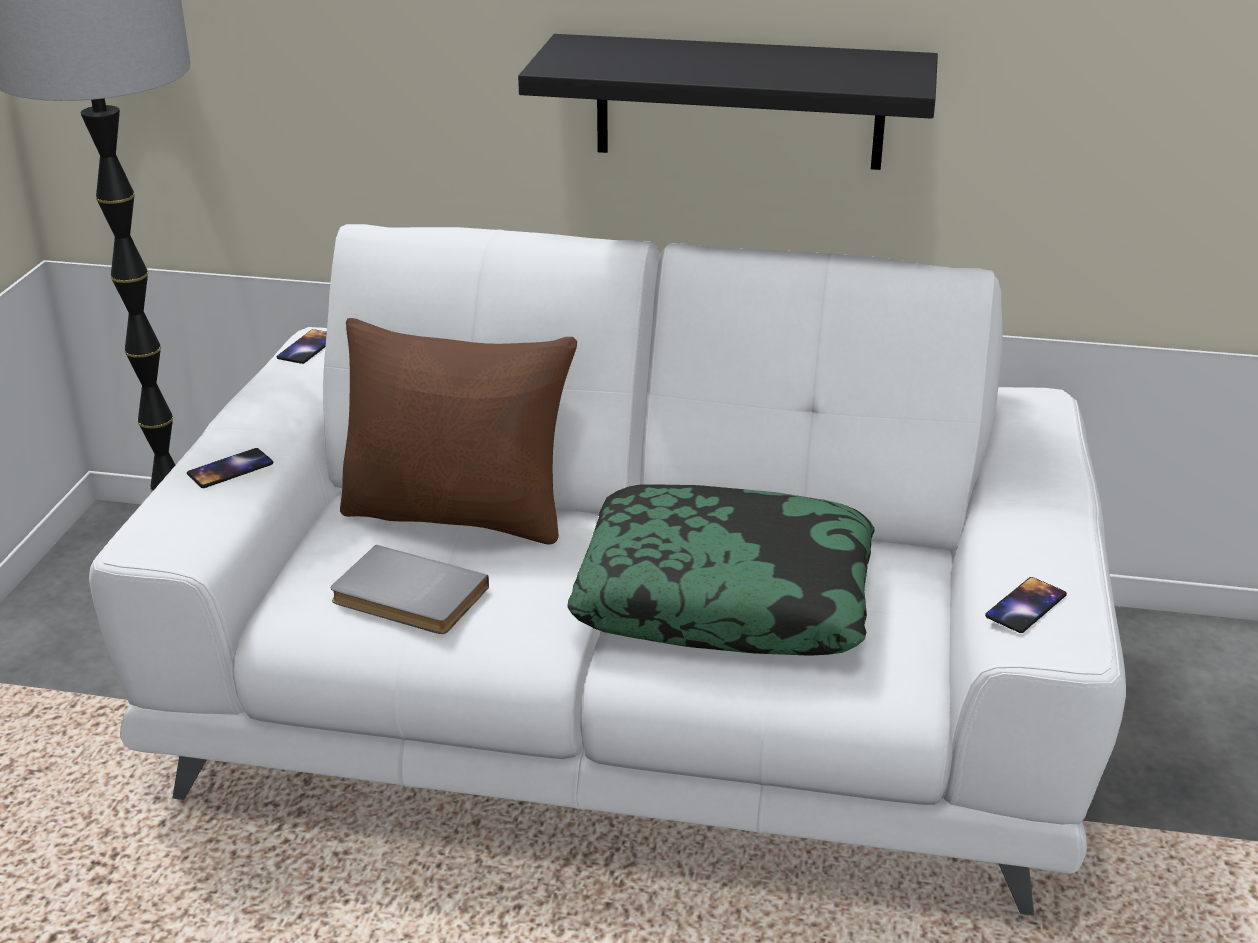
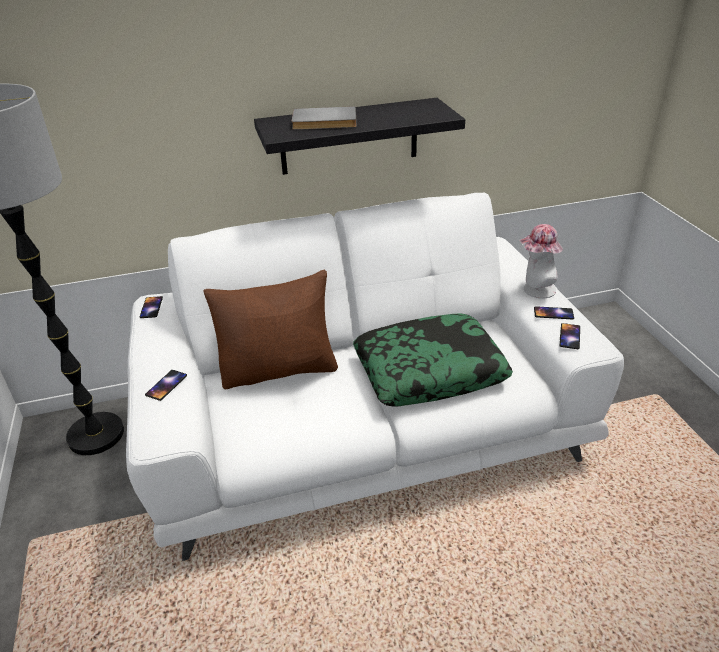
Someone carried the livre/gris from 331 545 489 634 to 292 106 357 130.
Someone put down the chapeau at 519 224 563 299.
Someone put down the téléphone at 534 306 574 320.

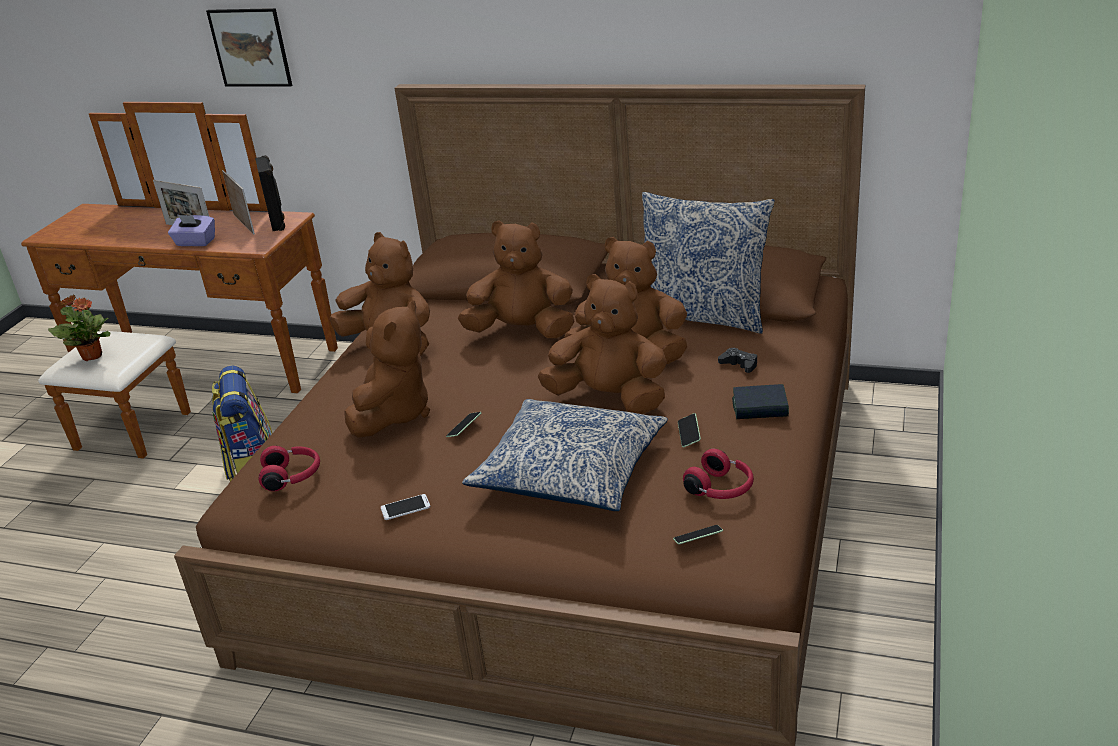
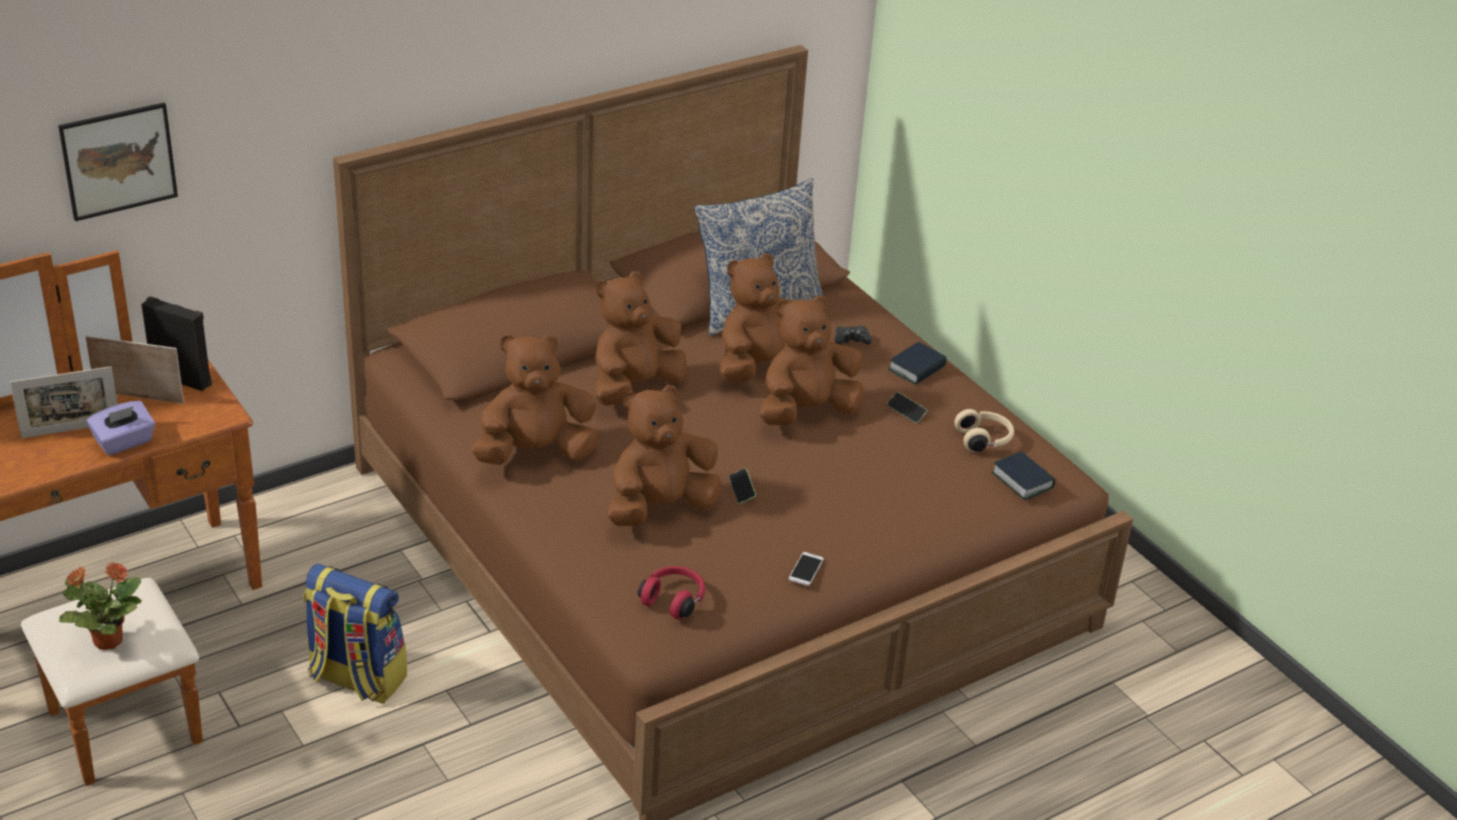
Someone rotated the peluche/marron at 344 300 430 438 by 90 degrees counterclockwise.
Someone took away the coussin at 462 399 668 511.
Someone repainted the casque audio/rouge at 683 449 754 499, which became the casque audio/beige at 954 409 1014 452.
Someone swapped the téléphone at 673 525 723 544 for the livre at 992 451 1055 500.

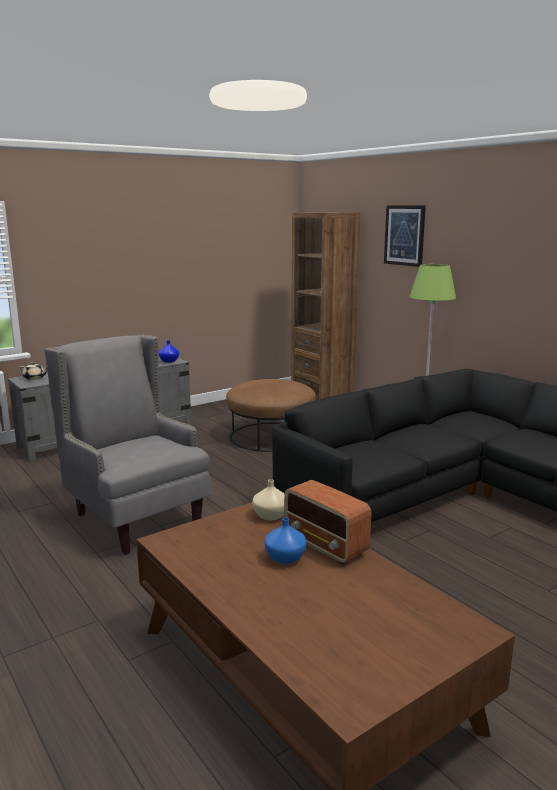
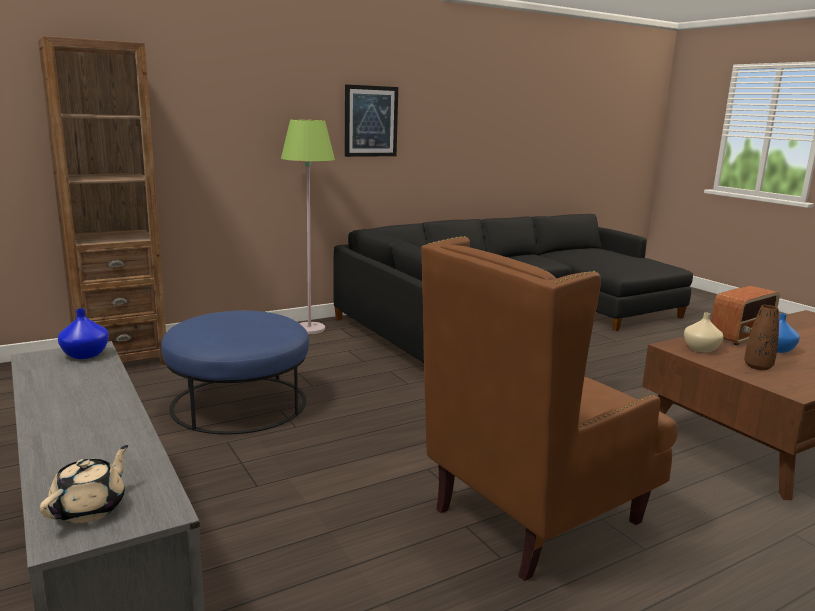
Someone carried the tableau from 384 205 426 267 to 345 84 398 157.
Someone repainted the fauteuil/gris at 44 334 211 555, which became the fauteuil/marron at 421 236 678 581.
Someone repainted the pouf/marron at 226 379 316 452, which became the pouf/bleu at 161 310 309 434.
Someone put down the vase/marron at 744 305 779 370.

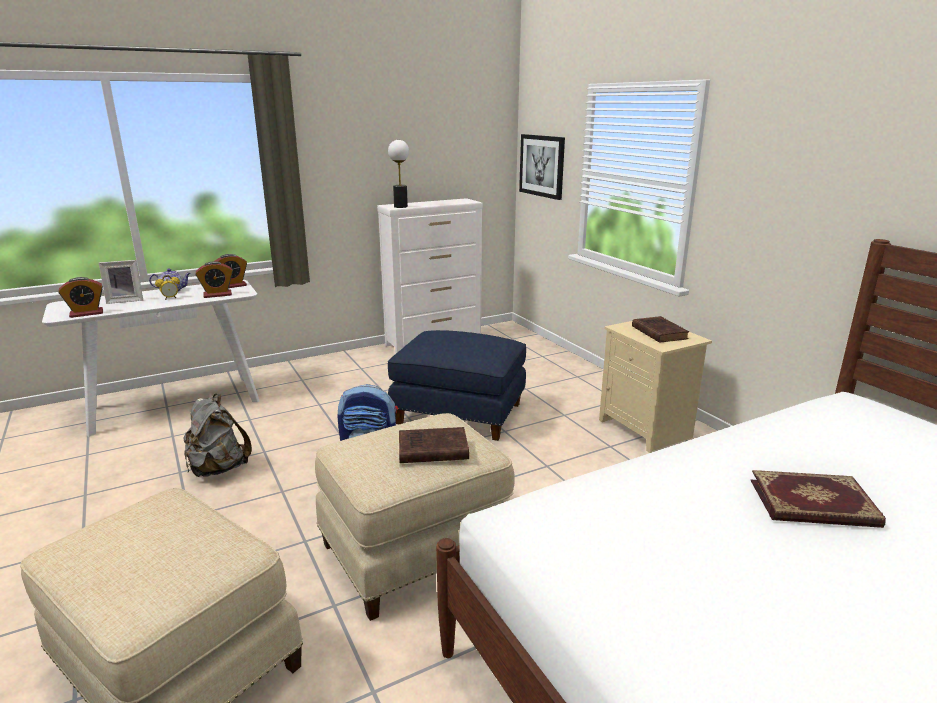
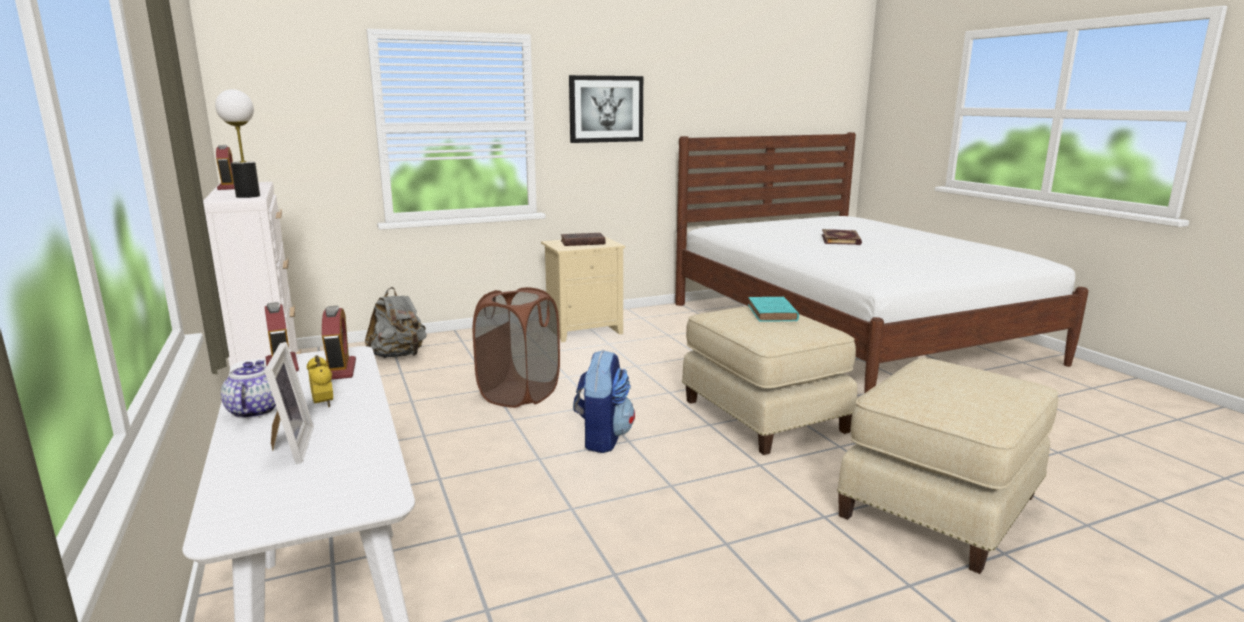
Someone carried the tableau from 519 134 565 200 to 569 75 643 143.
Someone carried the réveil from 58 277 103 318 to 216 145 235 190.
Someone swapped the pouf/bleu at 388 330 526 441 for the panier à linge/marron at 473 287 560 408.
Someone carried the sac à dos/gris from 183 394 252 477 to 365 287 427 358.
Someone repainted the livre/marron at 399 427 469 463, which became the livre/turquoise at 748 297 799 322.

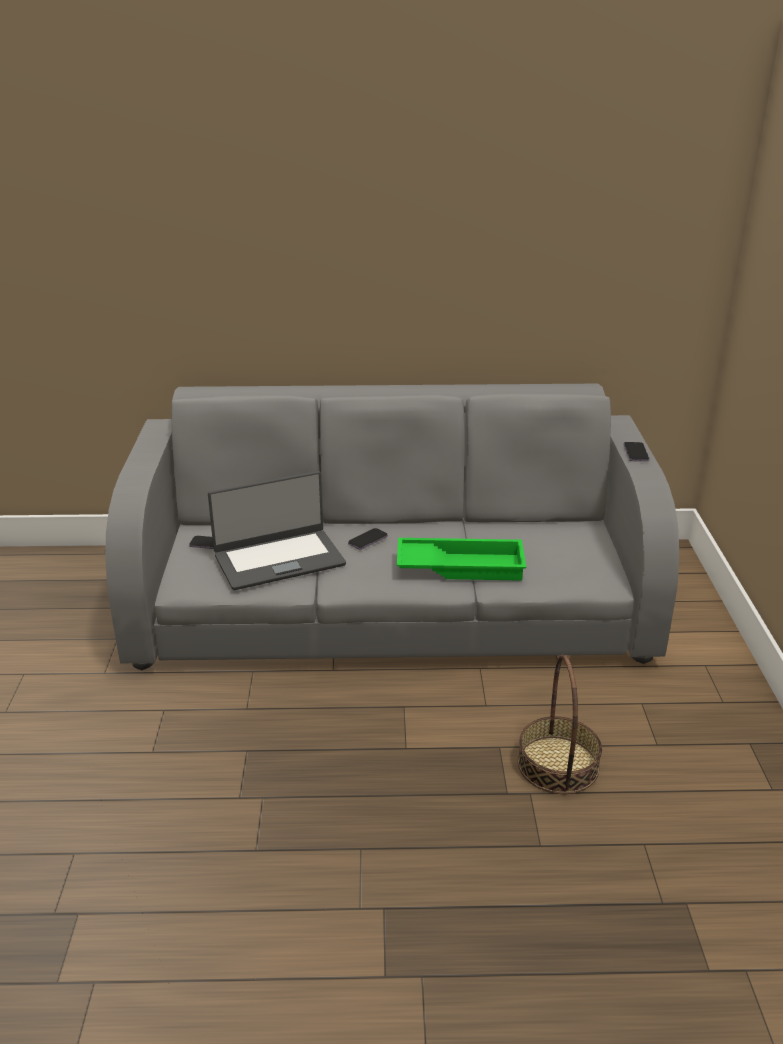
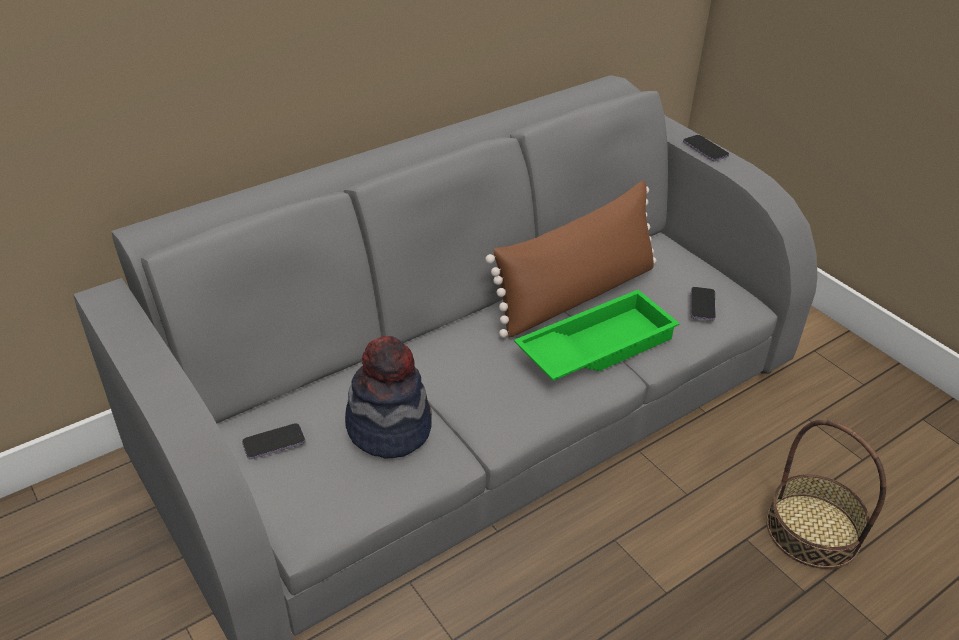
Someone swapped the ordinateur portable at 208 471 346 590 for the chapeau at 345 336 432 459.
Someone carried the téléphone from 348 528 388 550 to 691 287 715 321.
Someone put down the coussin/marron at 485 181 657 338.

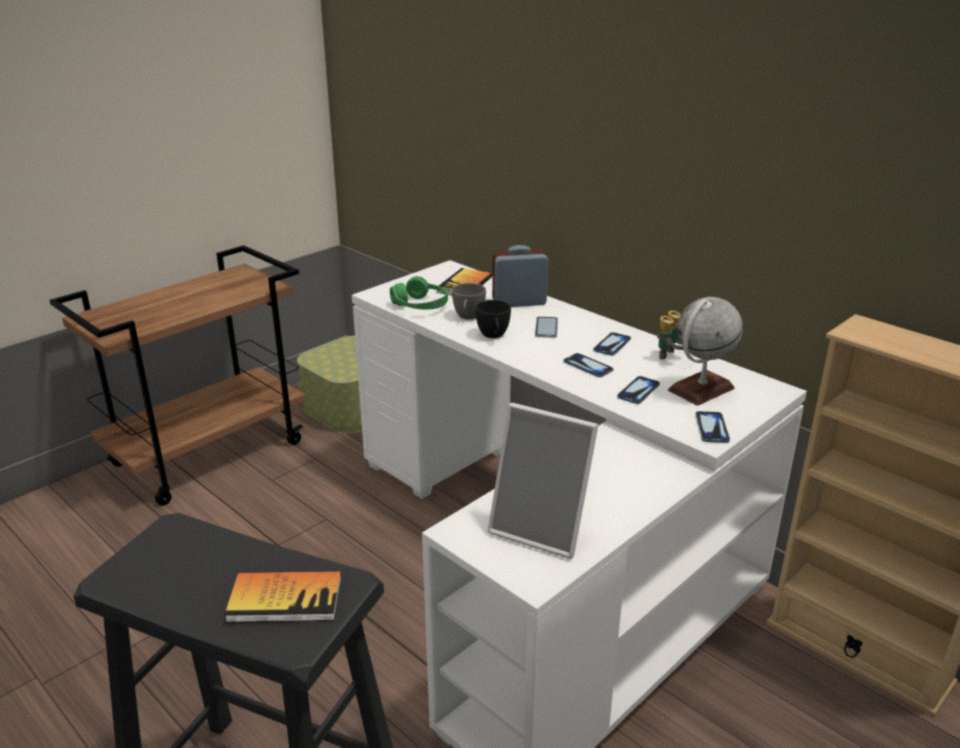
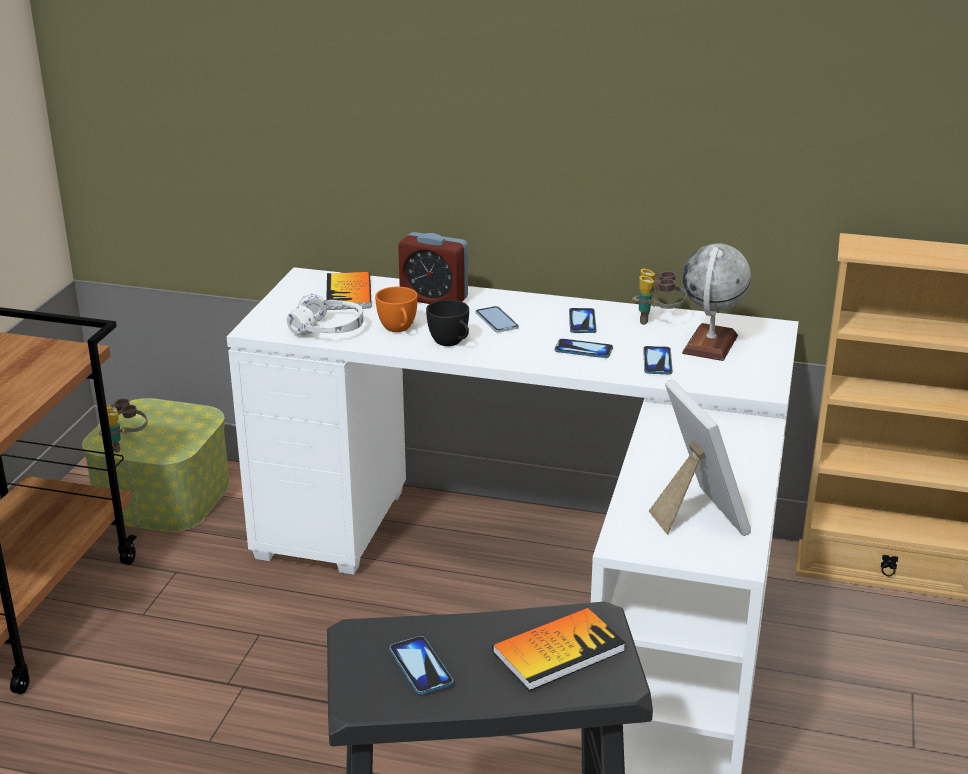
Someone rotated the réveil at 492 245 548 307 by 120 degrees counterclockwise.
Someone repainted the casque audio/vert at 390 276 448 309, which became the casque audio/blanc at 287 294 364 335.
Someone repainted the tasse/gris at 452 283 486 320, which became the tasse/orange at 375 287 418 332.
Someone rotated the cadre photo at 488 403 598 559 by 105 degrees counterclockwise.
Someone carried the téléphone from 695 411 730 443 to 389 636 453 695.
Someone put down the jumelles at 99 398 147 452.

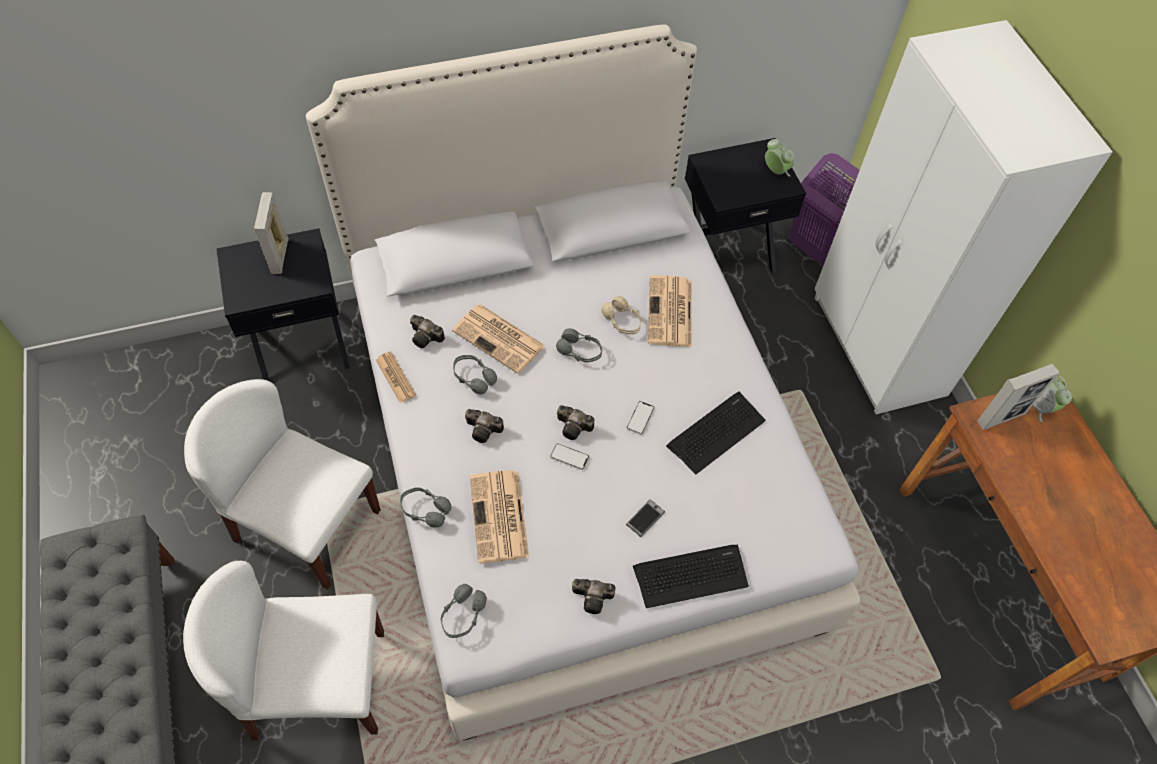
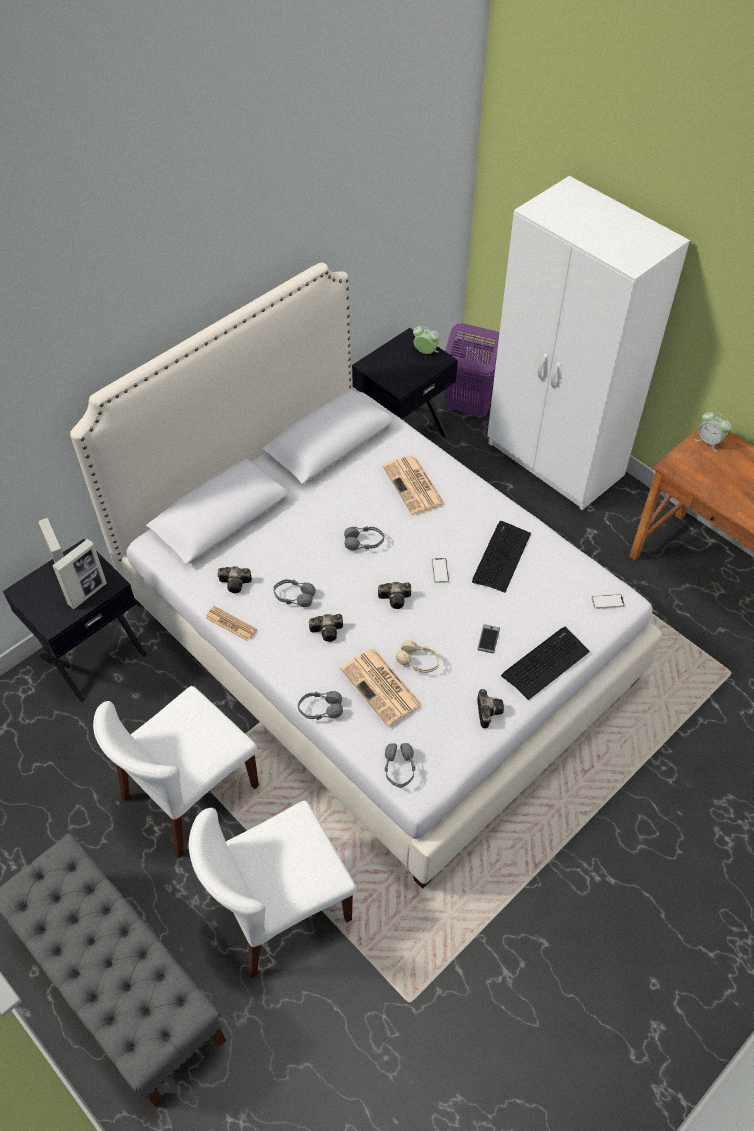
Someone carried the casque audio/beige from 602 296 642 334 to 396 640 439 673.
Someone took away the journal at 452 304 546 374.
Someone carried the cadre photo from 977 364 1059 430 to 52 539 107 609.
Someone rotated the chaise/blanc at 184 379 381 589 by 45 degrees counterclockwise.
Someone carried the téléphone from 550 443 589 470 to 592 594 625 609.
Someone rotated the appareil photo at 572 579 615 614 by 75 degrees counterclockwise.

